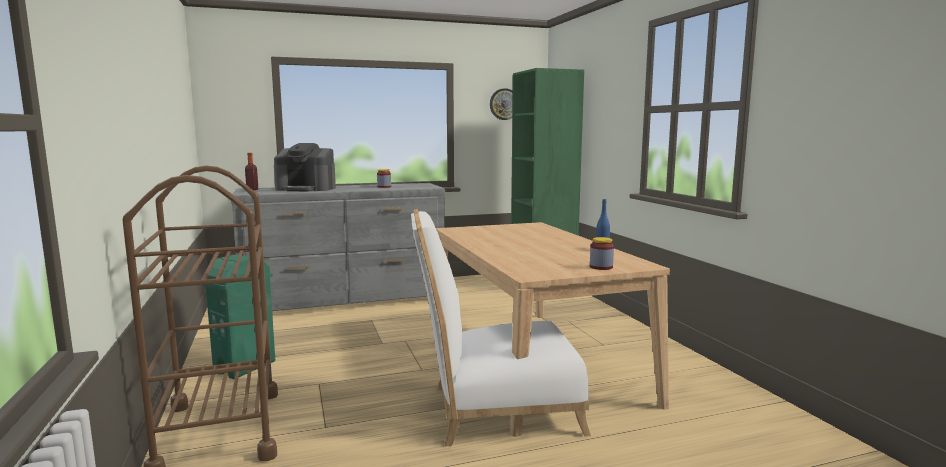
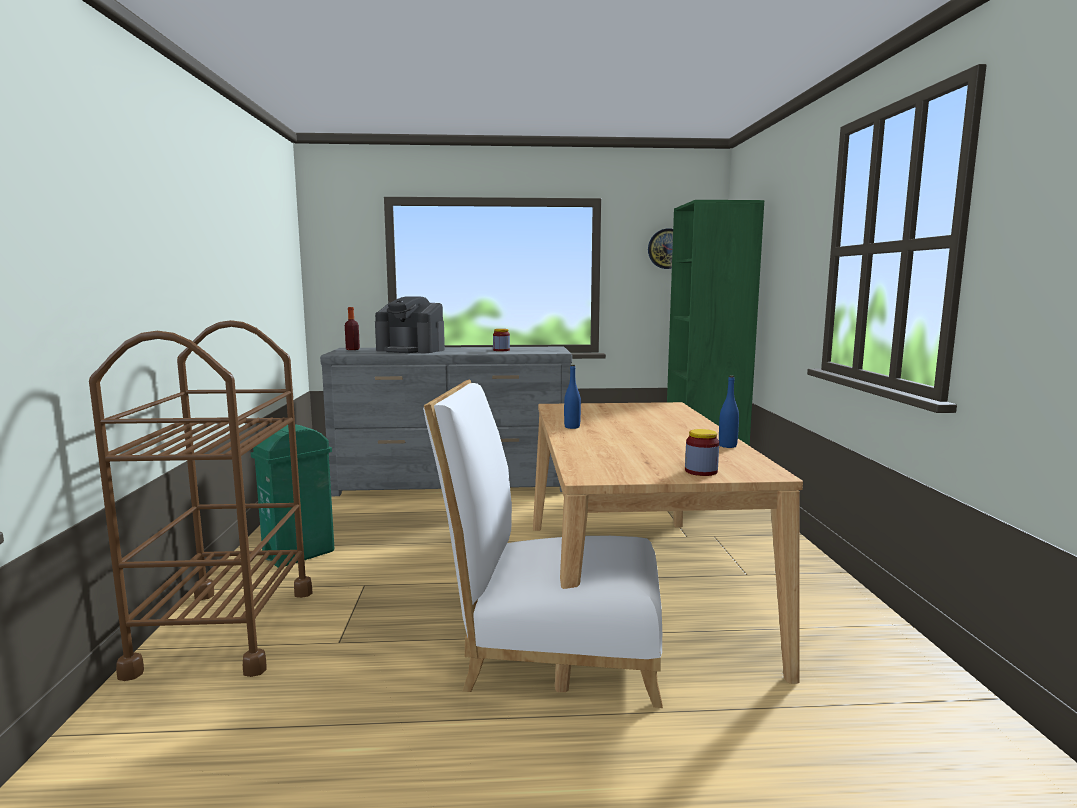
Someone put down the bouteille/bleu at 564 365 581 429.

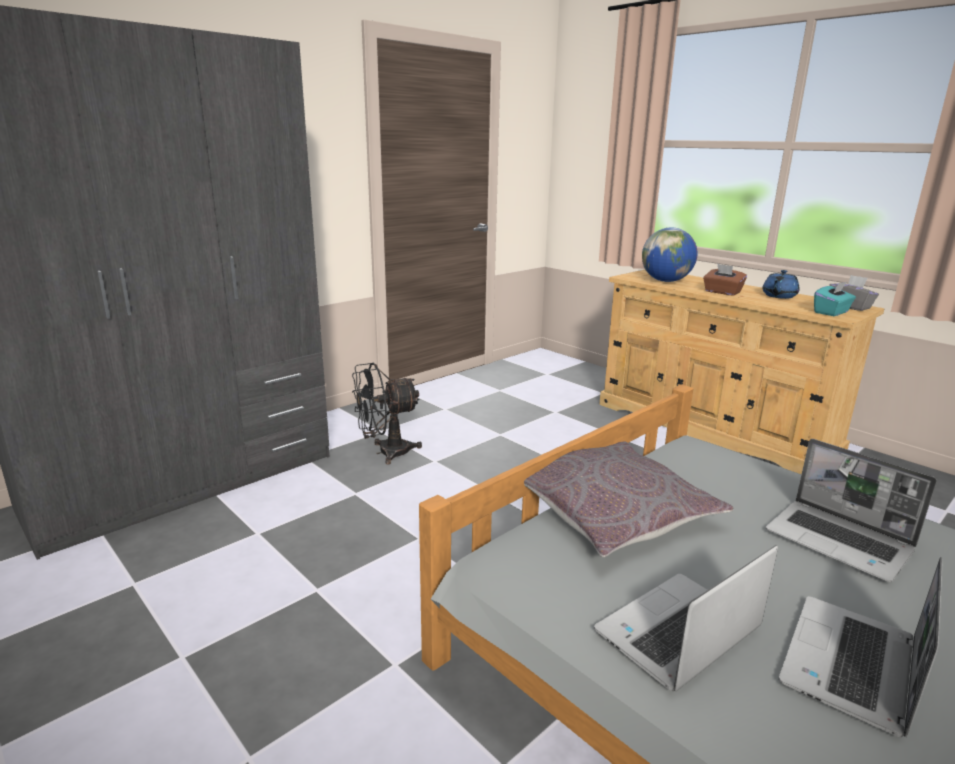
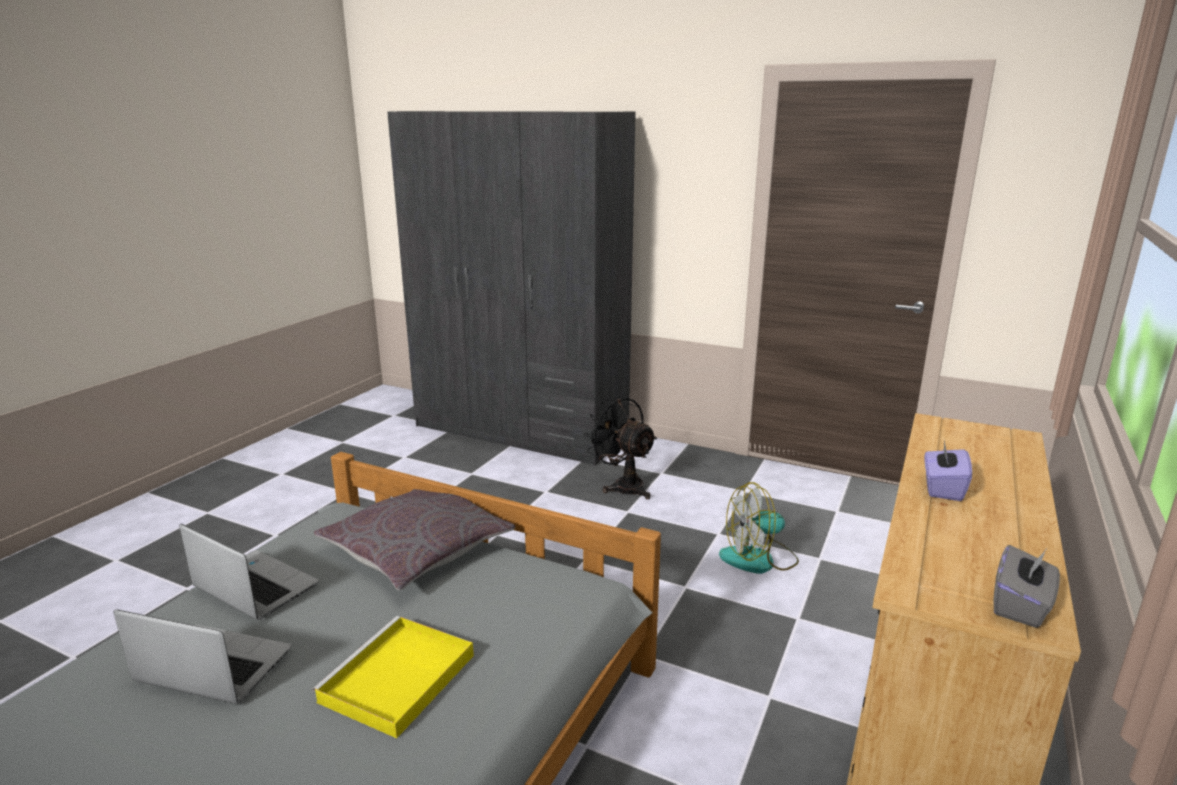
Someone took away the globe at 642 227 698 282.
Someone repainted the boîte à mouchoirs/marron at 703 264 747 296, which became the boîte à mouchoirs/violet at 924 441 972 501.
Someone took away the théière/bleu at 762 270 799 299.
Someone took away the boîte à mouchoirs/turquoise at 814 282 856 316.
Someone swapped the ordinateur portable at 766 439 937 582 for the plateau/jaune at 312 616 474 738.
Someone put down the ventilateur at 719 482 799 574.

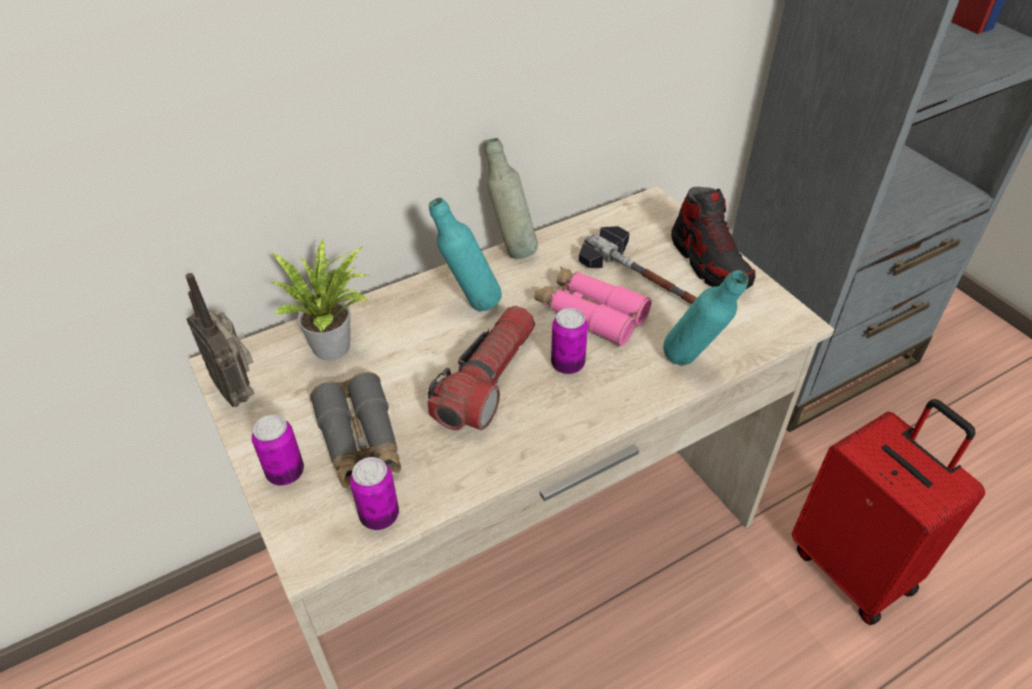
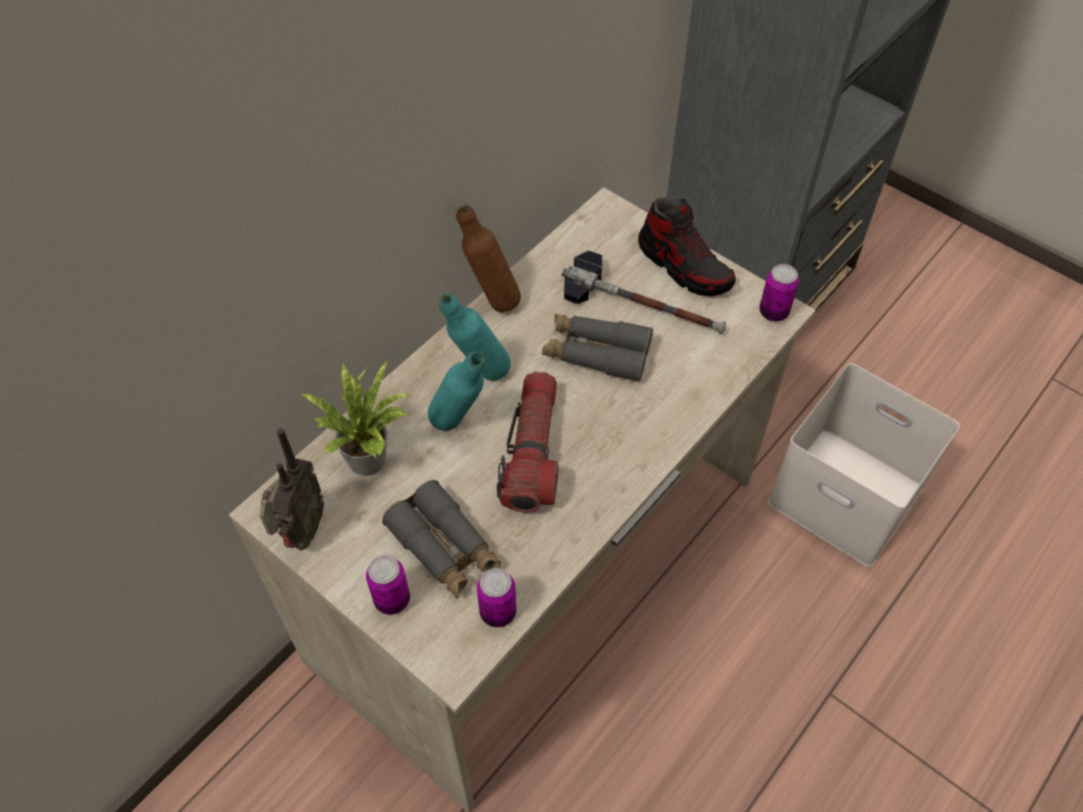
Someone repainted the bouteille/gris at 484 138 538 259, which became the bouteille/marron at 456 205 521 312.
Someone repainted the jumelles/rose at 534 267 651 346, which became the jumelles/gris at 542 313 653 382.
Someone carried the bouteille/turquoise from 663 270 748 365 to 428 351 485 431.
Someone rotated the radio at 186 273 254 407 by 105 degrees counterclockwise.
Someone carried the boîte métallique from 551 308 588 374 to 759 264 799 321.
Someone swapped the valise/rouge at 792 399 985 625 for the boîte de rangement/blanc at 768 364 960 567.

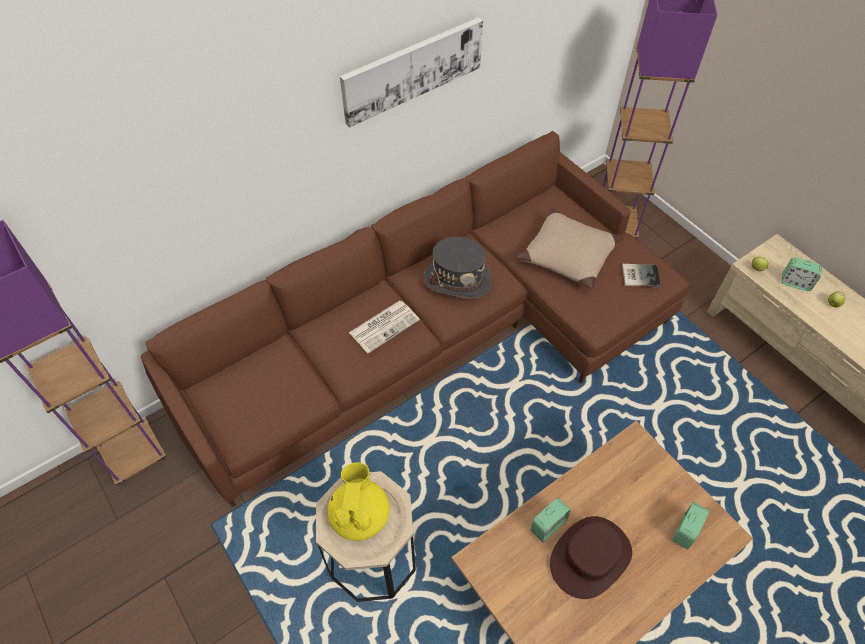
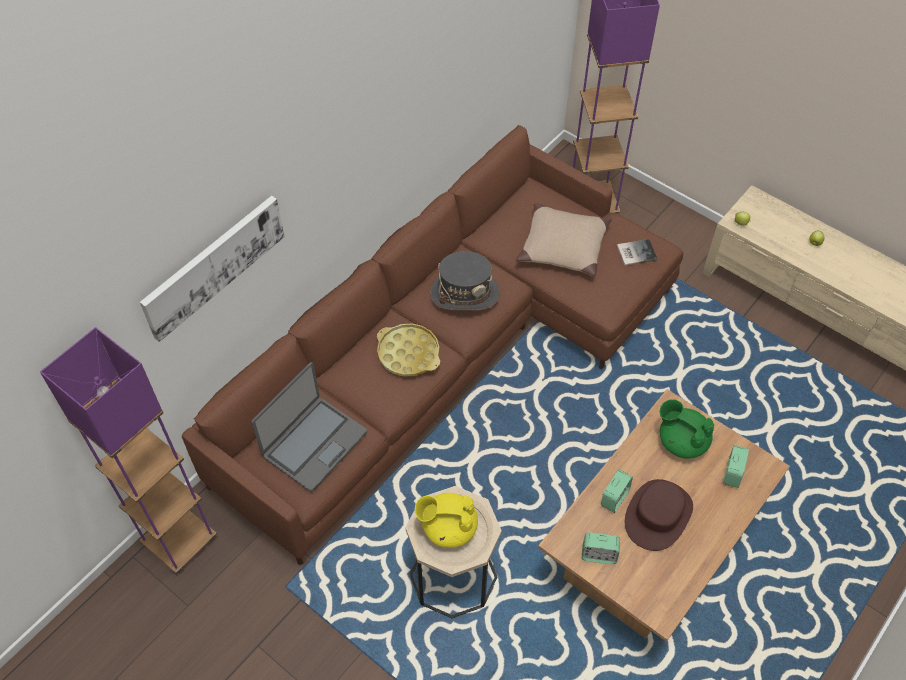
Someone carried the tableau from 340 17 483 128 to 140 196 285 342.
Someone carried the réveil from 781 258 822 291 to 582 532 620 564.
Someone swapped the journal at 349 300 420 353 for the plateau/jaune at 377 323 440 377.
Someone rotated the théière/jaune at 328 462 390 541 by 75 degrees counterclockwise.
Someone put down the ordinateur portable at 251 362 367 492.
Someone put down the théière/vert at 660 400 714 459.

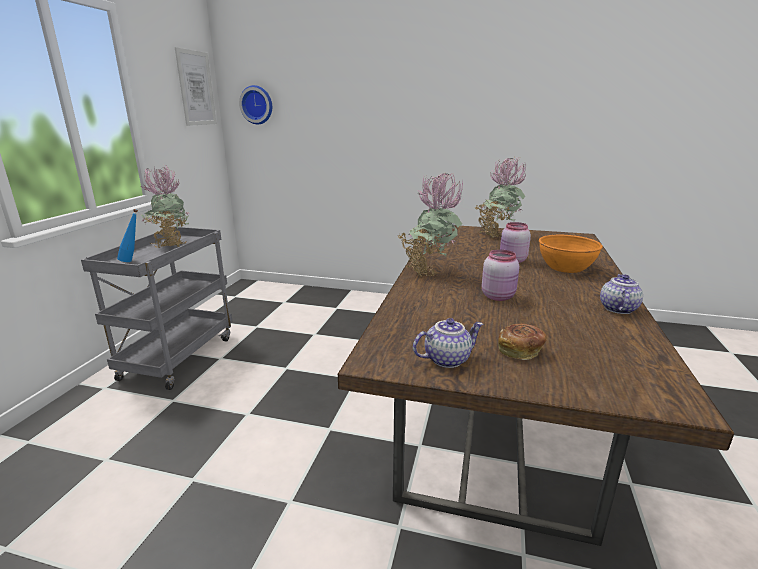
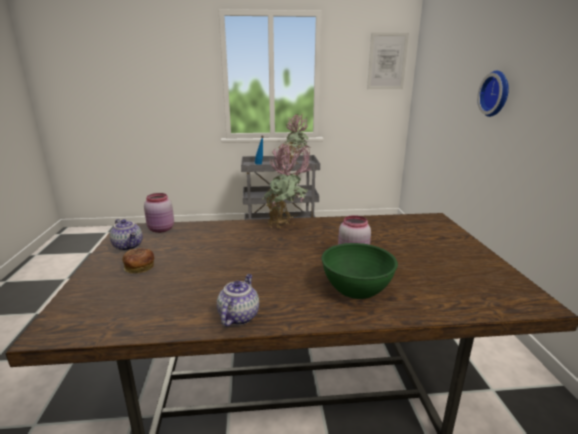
Someone carried the horloge murale from 239 85 272 124 to 477 71 509 117.
Someone took away the plante en pot at 475 158 526 239.
Someone repainted the bol/orange at 539 235 603 273, which became the bol/vert at 321 243 398 299.
Someone carried the bocal/rose from 482 250 519 301 to 144 193 174 233.
Someone rotated the théière at 600 274 643 314 by 75 degrees counterclockwise.

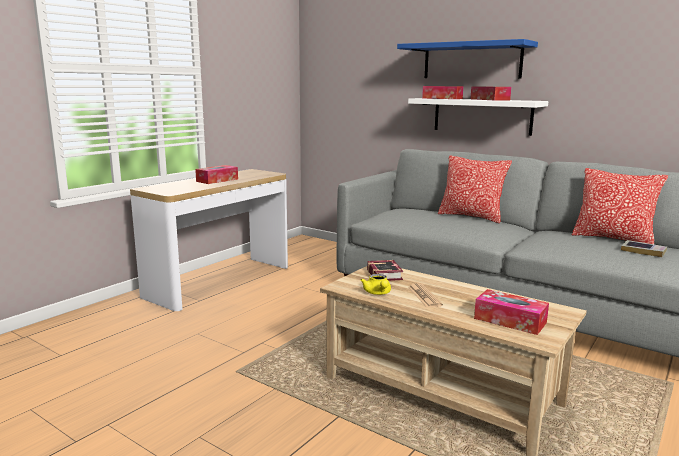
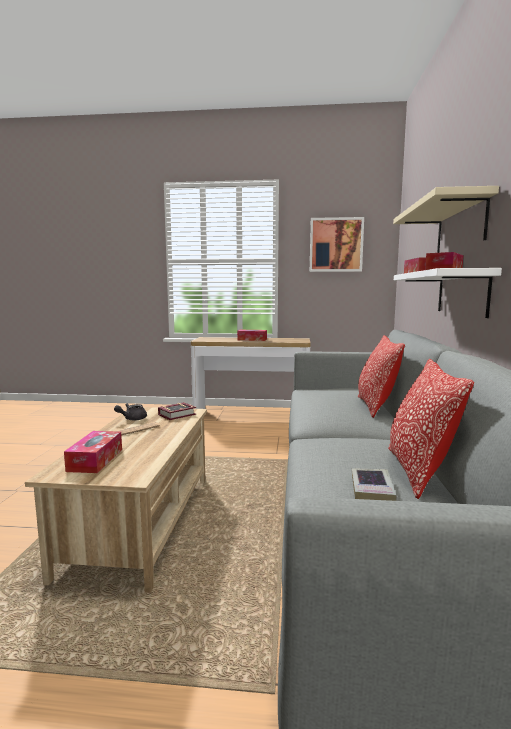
Someone repainted the étagère/bleu at 397 39 538 79, which became the étagère/beige at 393 186 499 253.
Someone repainted the théière/jaune at 360 274 391 295, which became the théière/gris at 114 404 147 420.
Someone put up the tableau at 310 217 364 272.

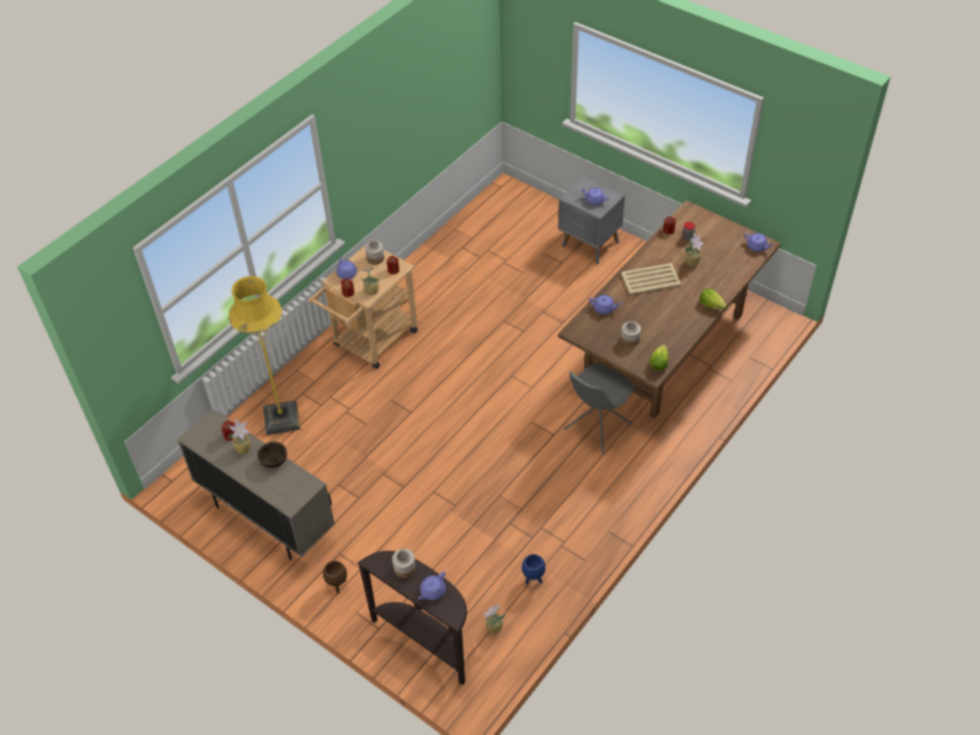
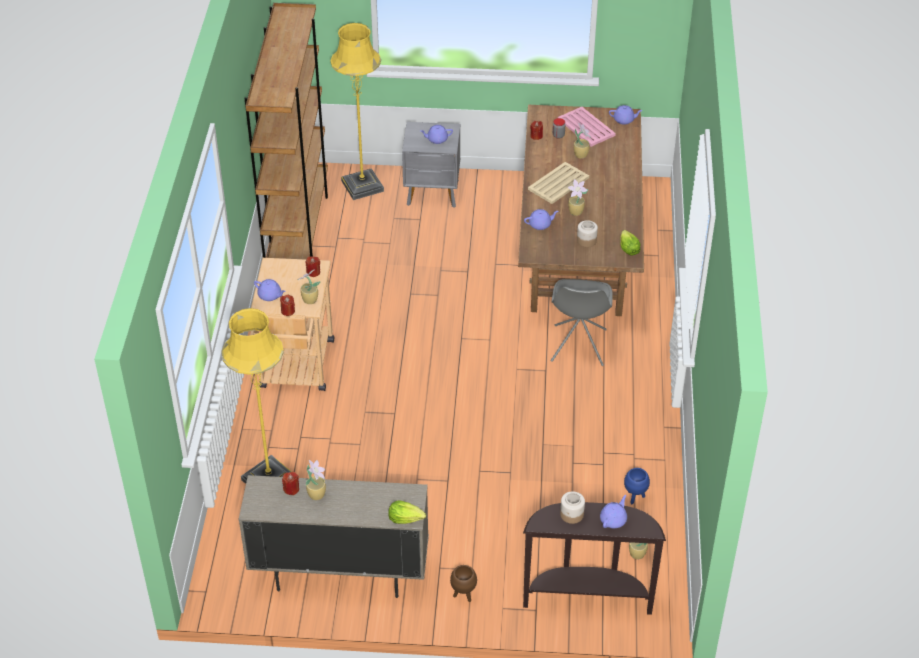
Someone took away the bocal at 365 241 384 265.
Someone carried the laitue from 699 289 727 310 to 388 500 426 524.
Someone took away the bol/marron at 257 442 287 468.
Someone rotated the théière/violet at 418 571 446 600 by 150 degrees counterclockwise.
Someone put down the bibliothèque/marron at 244 3 328 260.
Someone put down the lampadaire/jaune at 330 23 384 200.
Someone put down the plateau/rose at 558 107 616 147.
Someone put down the plante en pot at 568 179 589 216.

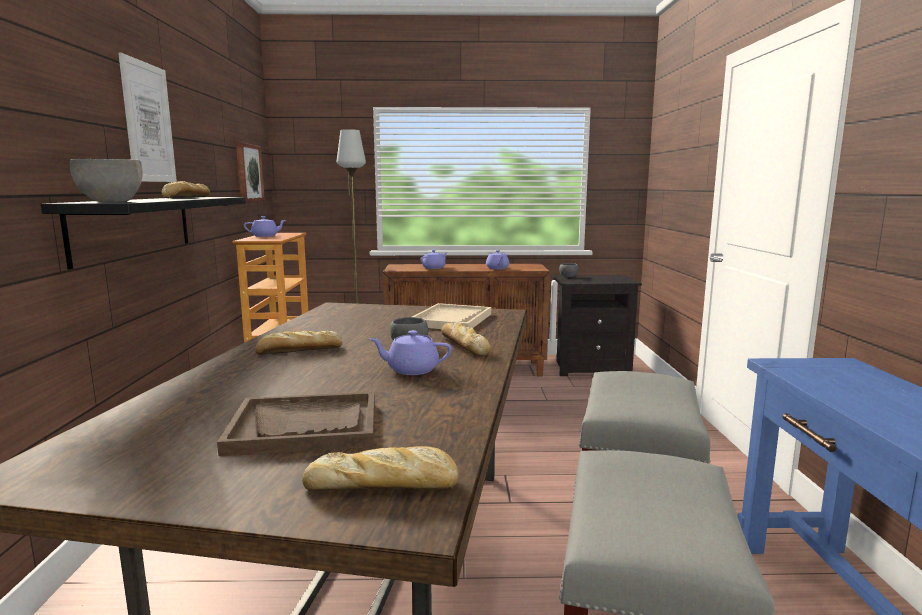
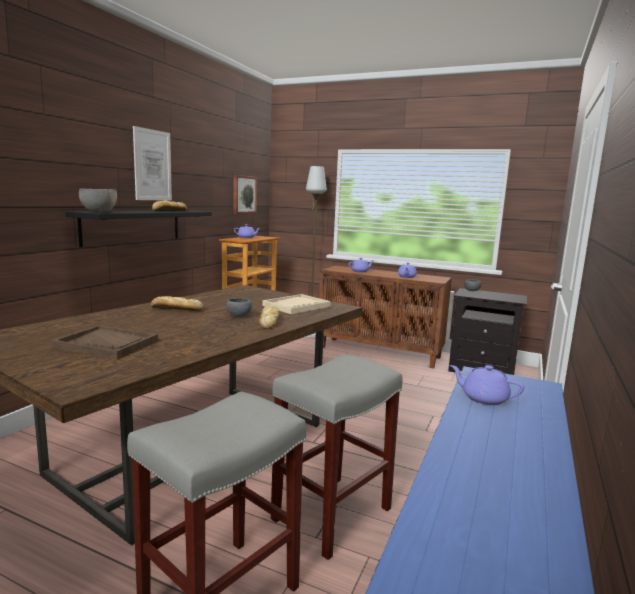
Someone carried the théière/violet from 369 330 452 375 to 450 365 524 406.
Someone took away the pain at 302 446 458 491.

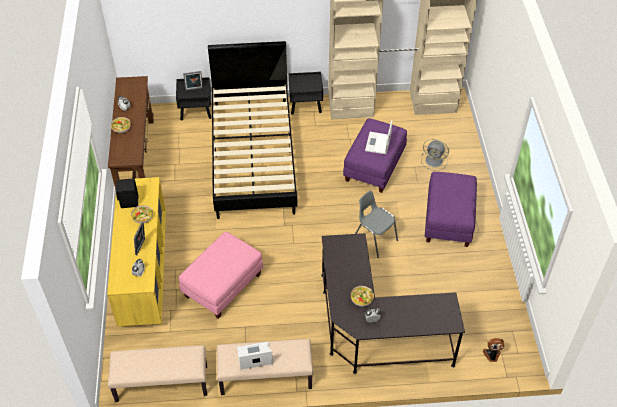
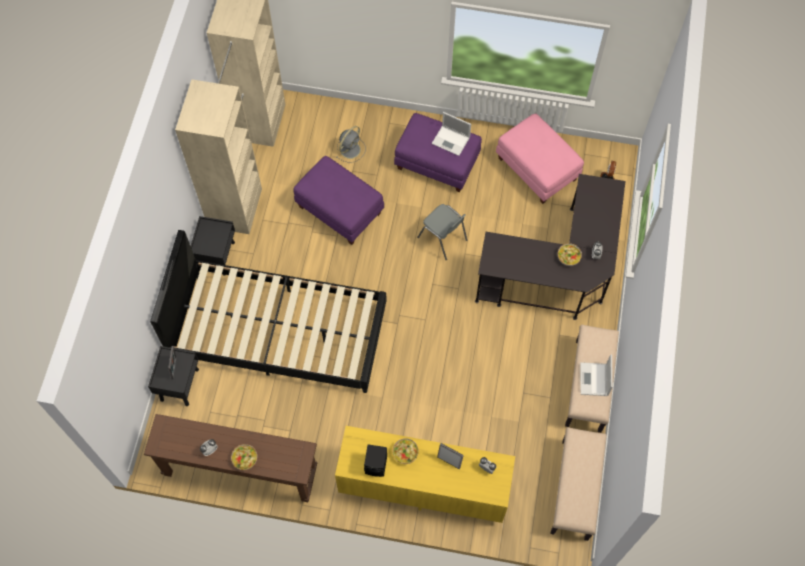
Someone carried the ordinateur portable from 365 120 392 154 to 432 112 471 156.
Someone rotated the chaise/gris at 355 190 398 258 by 105 degrees counterclockwise.
Someone carried the pouf/rose from 179 232 263 319 to 496 113 584 204.

